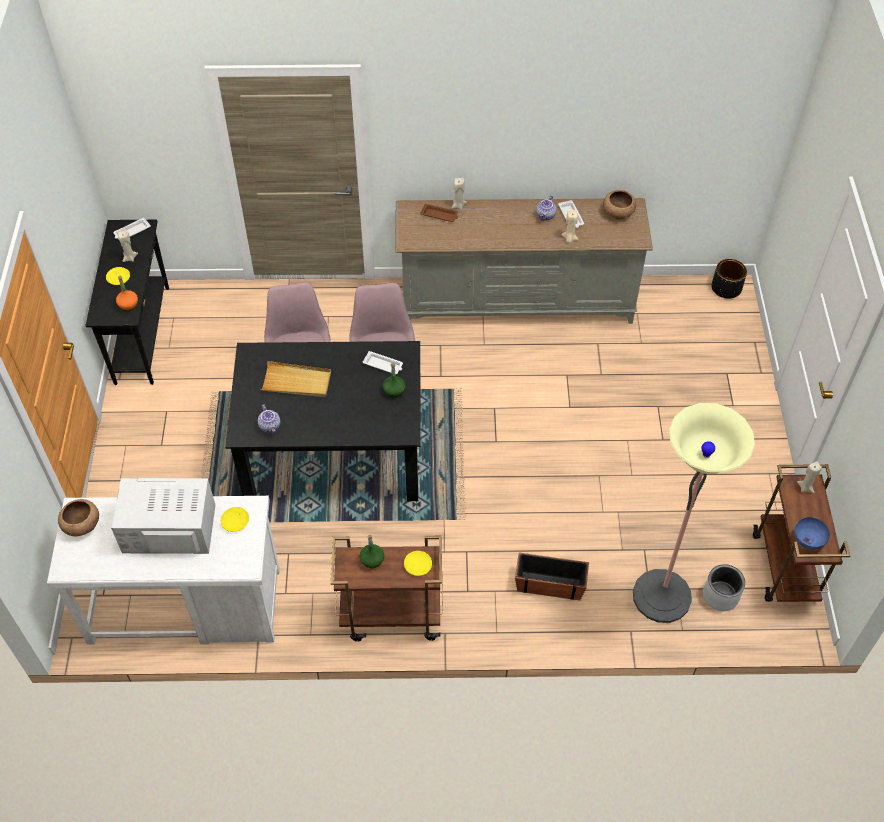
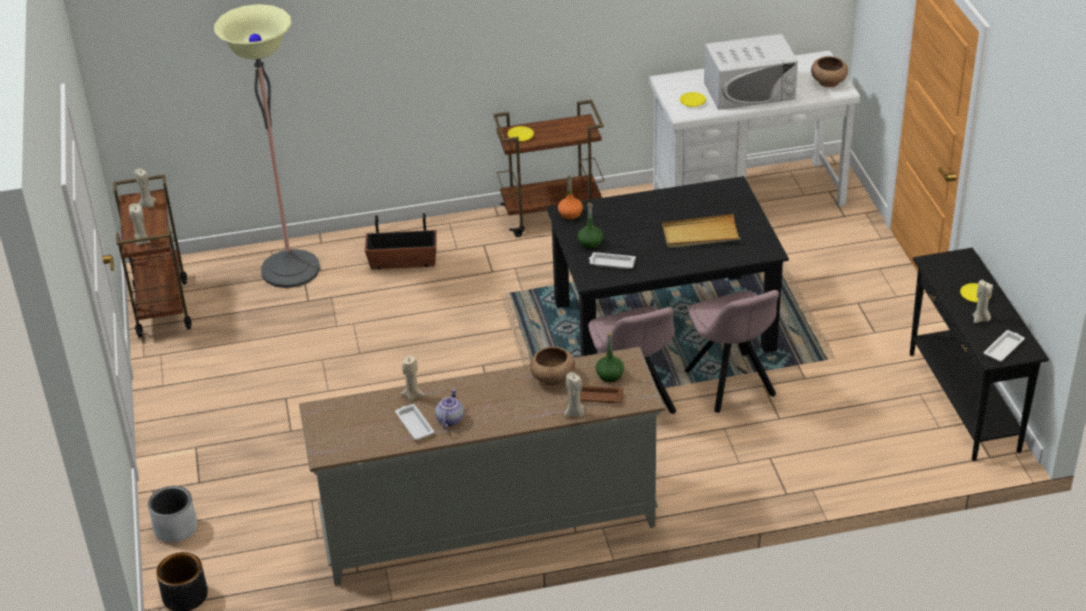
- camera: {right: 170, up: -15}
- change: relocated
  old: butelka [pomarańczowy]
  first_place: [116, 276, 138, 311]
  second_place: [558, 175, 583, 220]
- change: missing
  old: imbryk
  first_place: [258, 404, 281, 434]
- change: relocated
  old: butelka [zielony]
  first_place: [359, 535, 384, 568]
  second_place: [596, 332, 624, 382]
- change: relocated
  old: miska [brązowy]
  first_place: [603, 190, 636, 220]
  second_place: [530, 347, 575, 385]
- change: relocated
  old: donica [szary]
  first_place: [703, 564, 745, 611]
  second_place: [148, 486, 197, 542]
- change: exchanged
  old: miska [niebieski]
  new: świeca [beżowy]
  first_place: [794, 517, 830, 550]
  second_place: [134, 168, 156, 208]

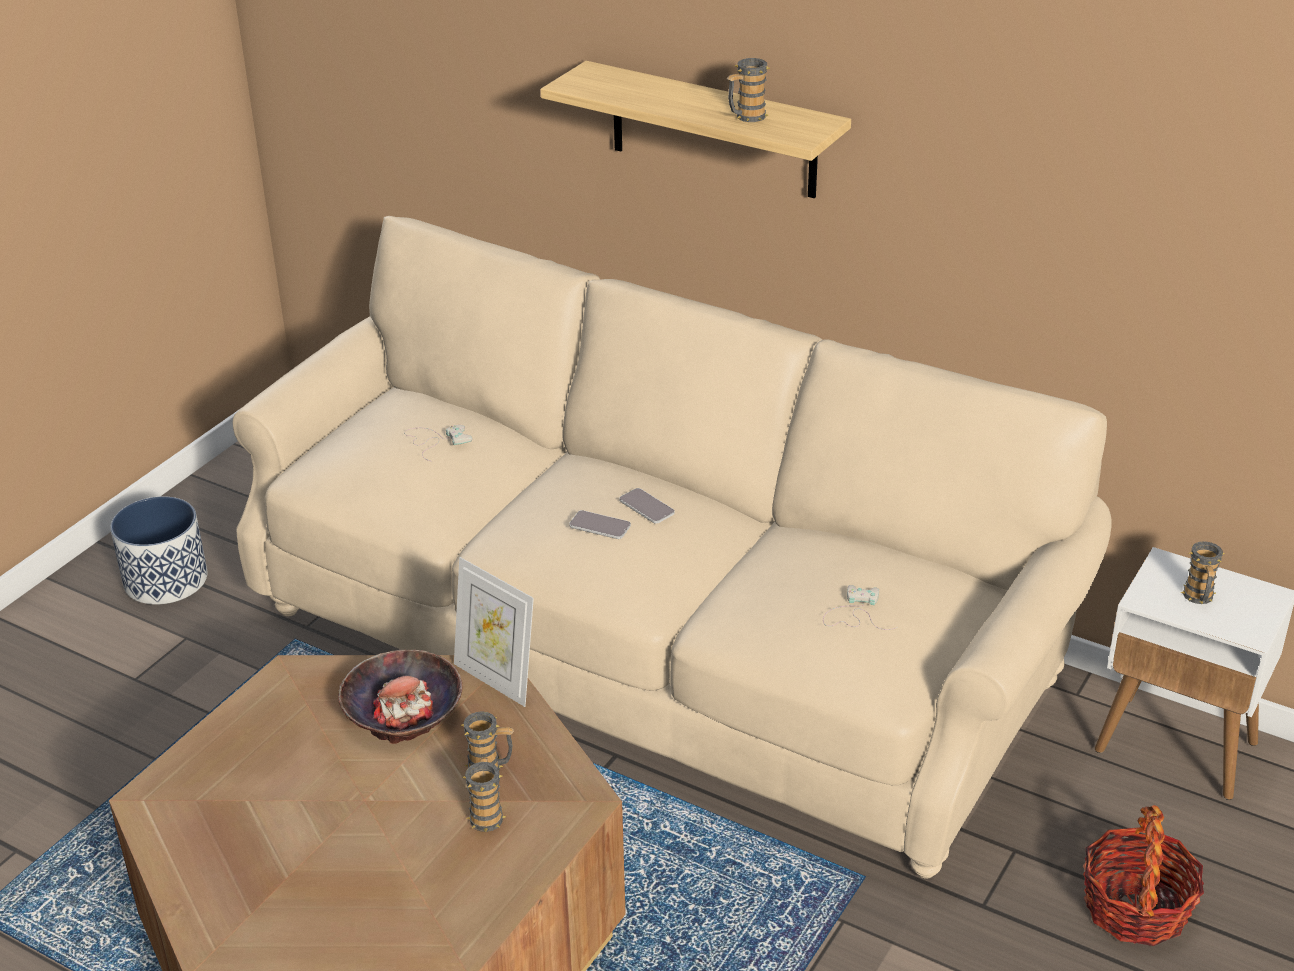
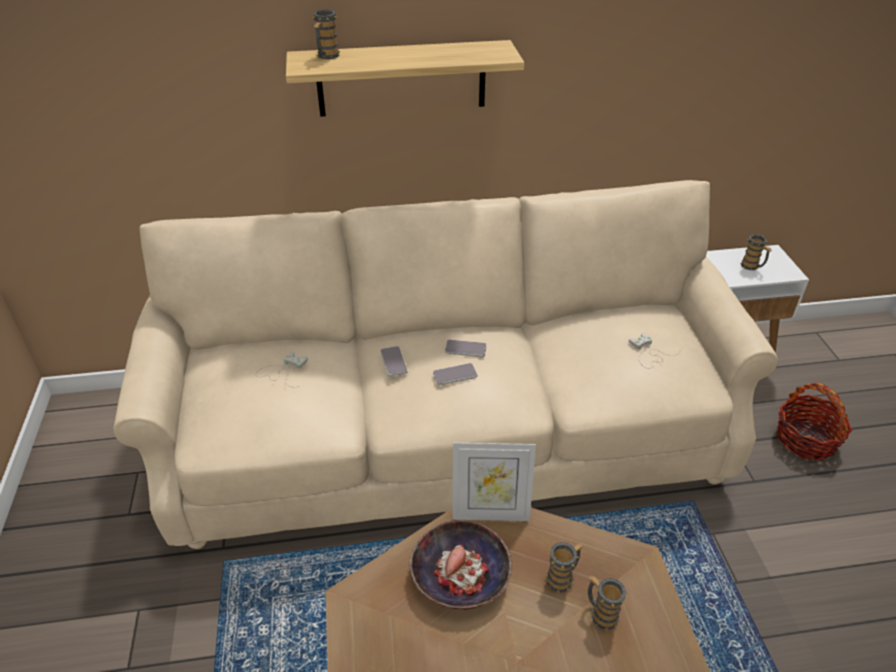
- camera: {right: -40, up: 5}
- change: missing
  old: donica
  first_place: [110, 496, 208, 604]
- change: relocated
  old: kubek
  first_place: [727, 58, 770, 122]
  second_place: [312, 9, 341, 59]
- change: appeared
  new: telefon
  second_place: [381, 346, 408, 376]

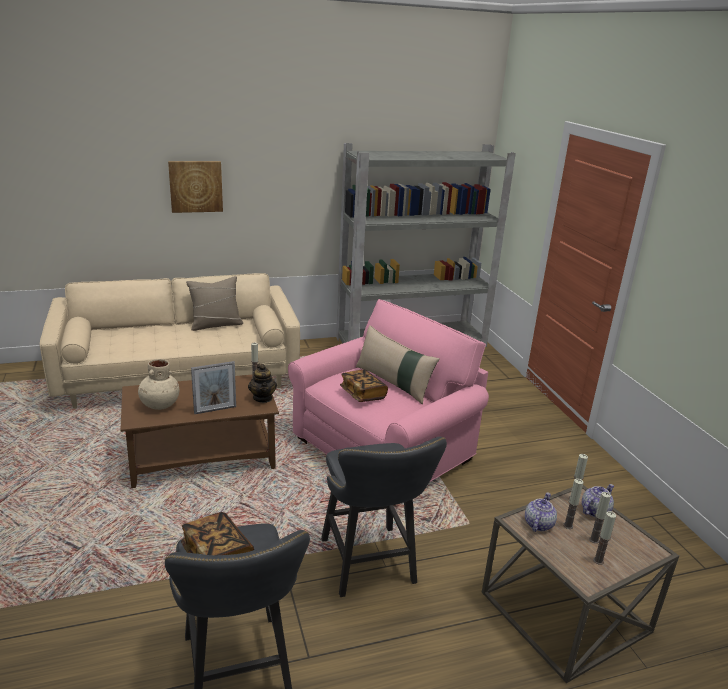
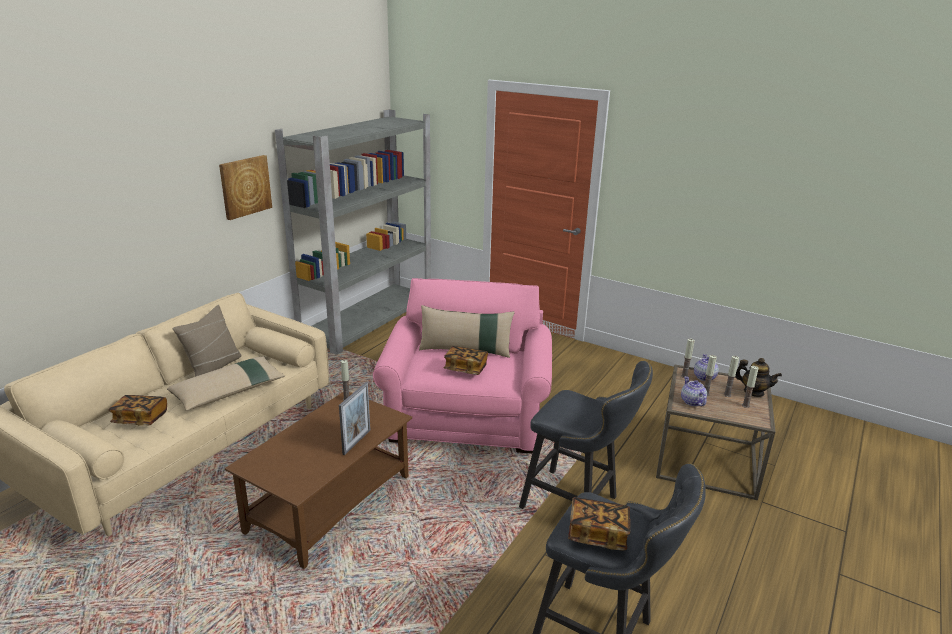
- camera: {right: -40, up: 0}
- change: missing
  old: wazon [beżowy]
  first_place: [138, 359, 179, 410]
- change: relocated
  old: obraz
  first_place: [168, 161, 223, 213]
  second_place: [219, 155, 272, 220]
- change: relocated
  old: imbryk
  first_place: [248, 364, 277, 403]
  second_place: [736, 358, 782, 397]
- change: appeared
  new: książka
  second_place: [108, 395, 167, 426]
- change: appeared
  new: poduszka [beżowy]
  second_place: [167, 357, 285, 411]

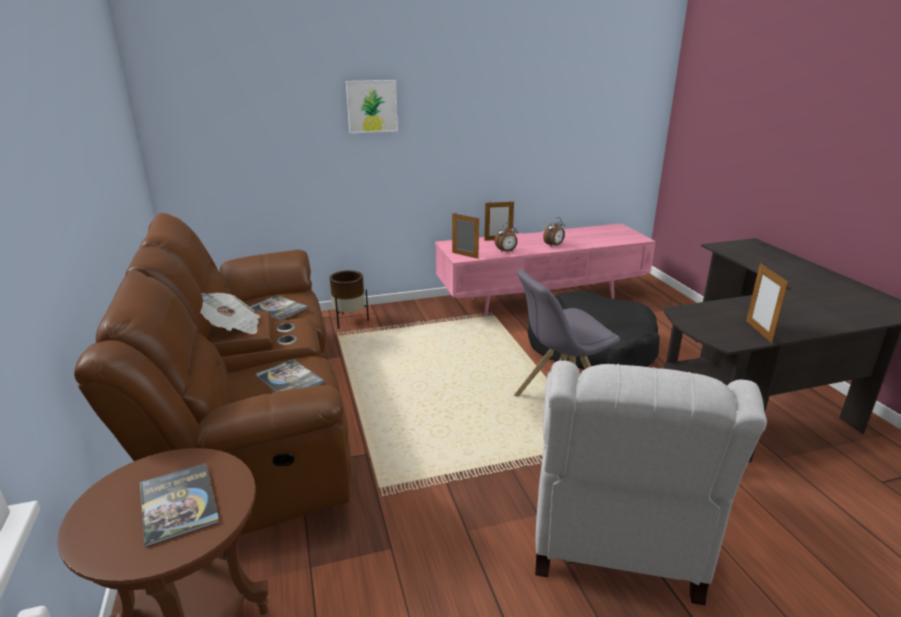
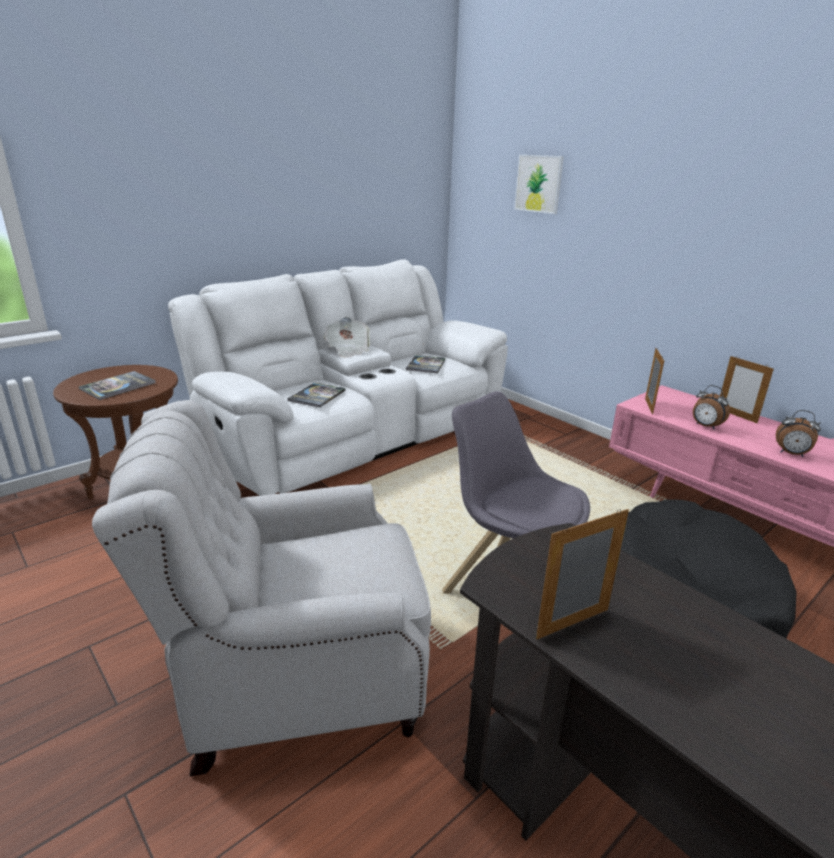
- camera: {right: 65, up: 0}
- change: colour
  old: kanapa [brązowy]
  new: kanapa [biały]
  first_place: [74, 213, 352, 536]
  second_place: [168, 259, 508, 496]
- change: missing
  old: donica [brązowy]
  first_place: [330, 270, 369, 329]
- change: relocated
  old: obraz
  first_place: [346, 80, 398, 134]
  second_place: [514, 155, 564, 214]

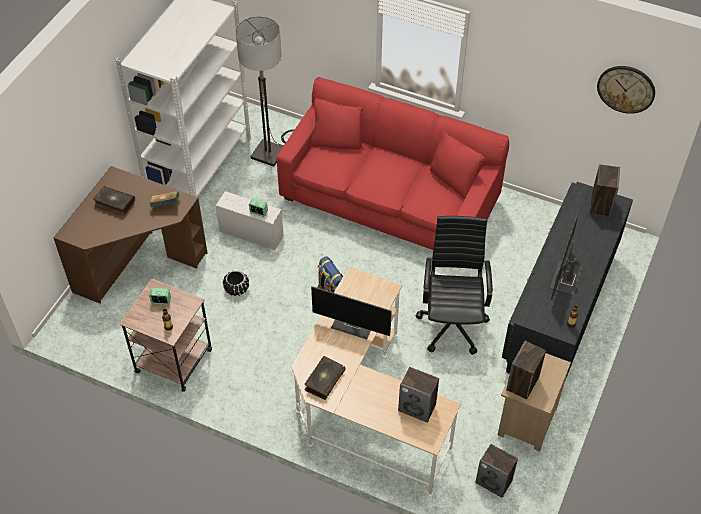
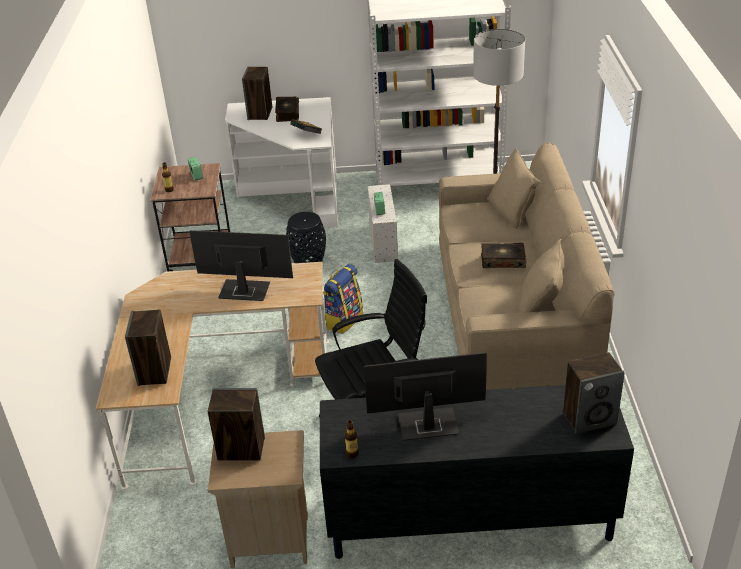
- camera: {right: 65, up: -15}
- change: colour
  old: biurko [brązowy]
  new: biurko [biały]
  first_place: [53, 166, 207, 303]
  second_place: [225, 97, 338, 228]
- change: exchanged
  old: donica [czarny]
  new: stołek [czarny]
  first_place: [223, 270, 249, 296]
  second_place: [286, 212, 326, 263]
- change: colour
  old: kanapa [czerwony]
  new: kanapa [beżowy]
  first_place: [277, 77, 509, 250]
  second_place: [439, 143, 615, 390]
- change: relocated
  old: książka
  first_place: [304, 356, 346, 400]
  second_place: [481, 243, 526, 268]
- change: spun
  old: monitor
  first_place: [311, 286, 391, 339]
  second_place: [190, 230, 293, 301]
  degrees: 105
- change: relocated
  old: głośnik
  first_place: [475, 444, 518, 498]
  second_place: [242, 66, 272, 120]
- change: missing
  old: zegar ścienny
  first_place: [597, 66, 655, 114]

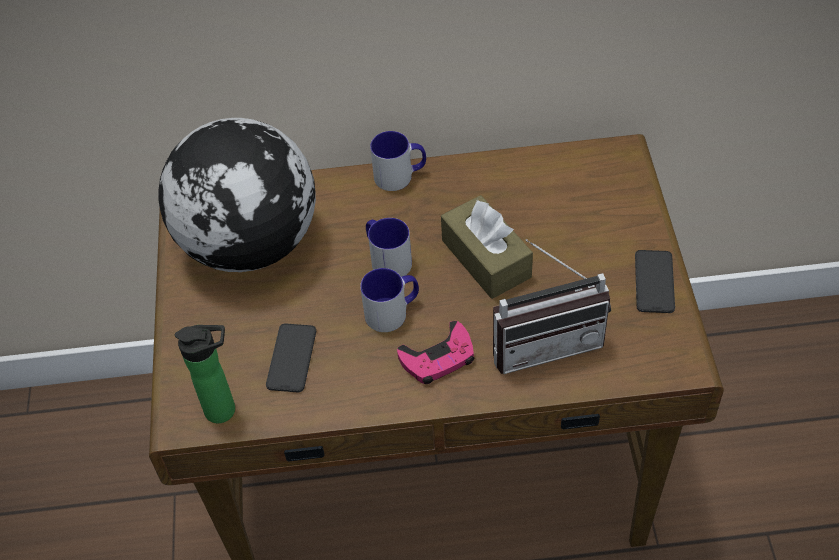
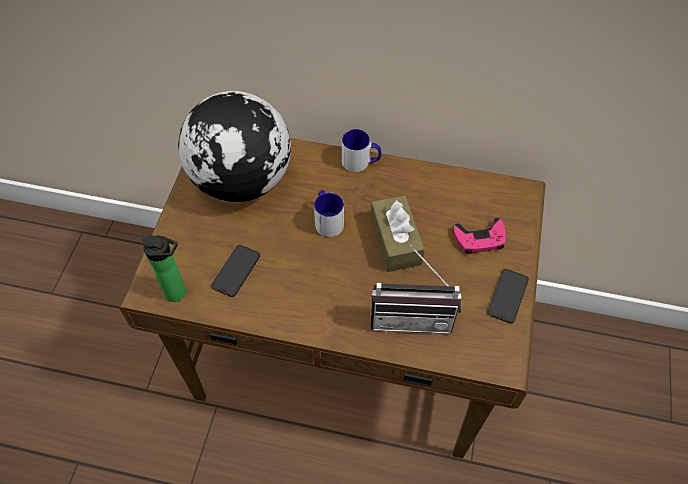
- camera: {right: 15, up: 5}
- change: missing
  old: kubek
  first_place: [360, 268, 419, 332]
- change: relocated
  old: pad do gier [różowy]
  first_place: [397, 321, 474, 384]
  second_place: [453, 218, 506, 254]

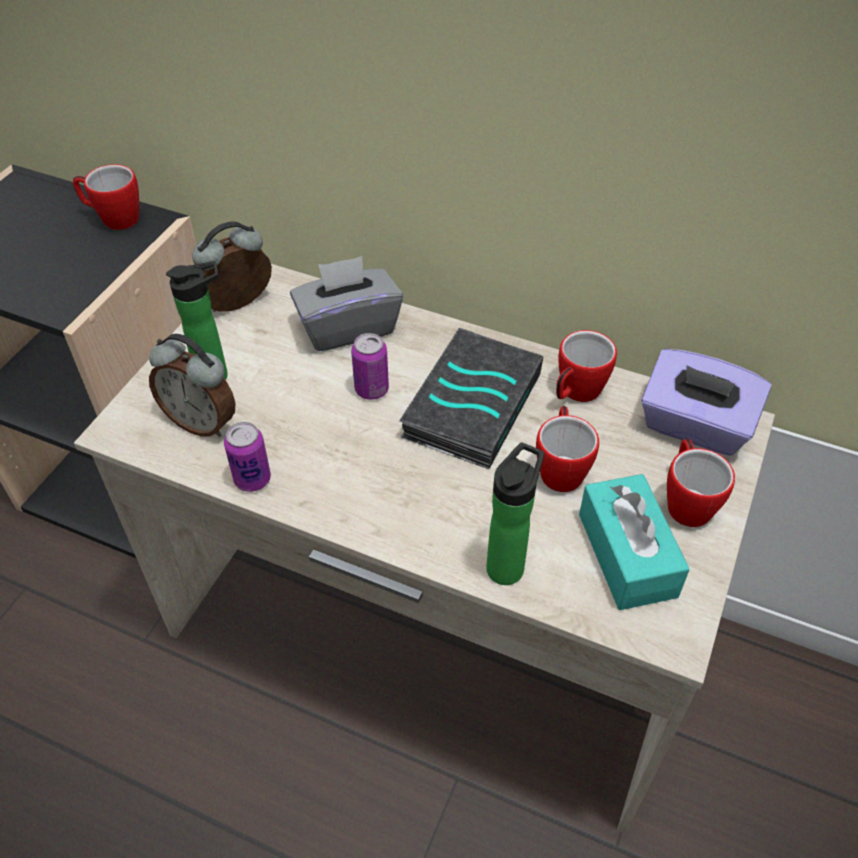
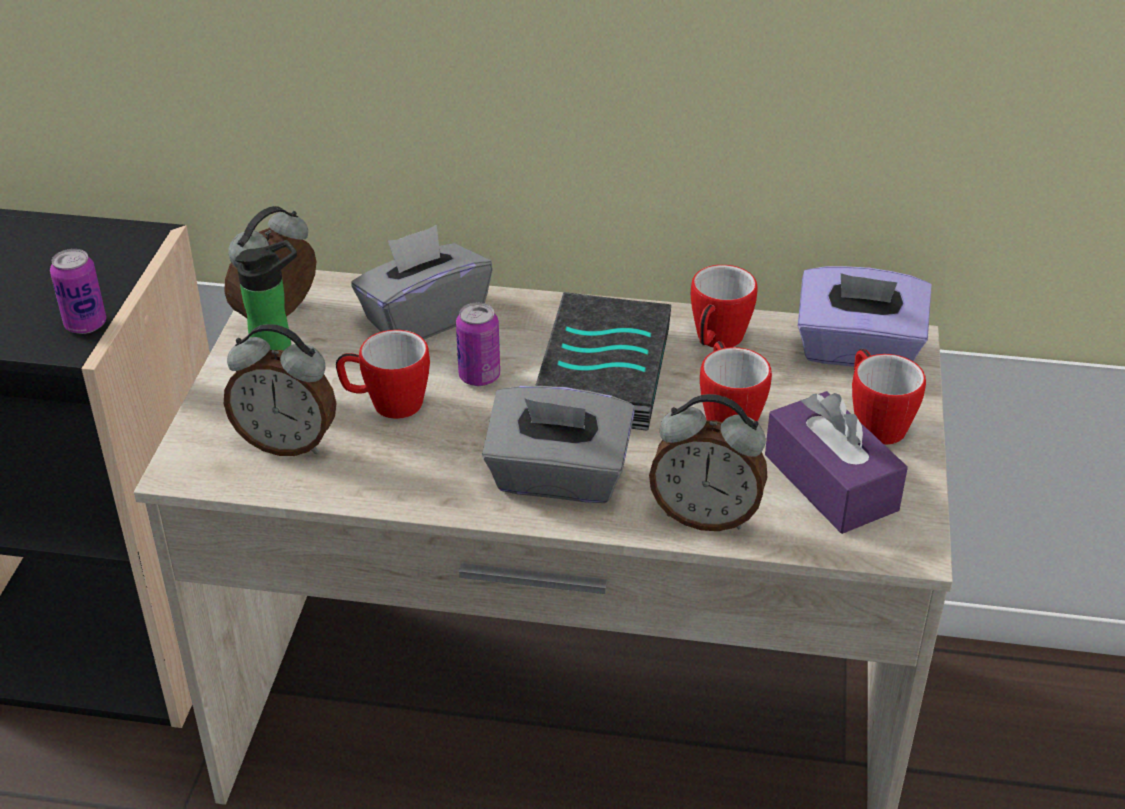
- camera: {right: -15, up: -10}
- change: relocated
  old: kubek
  first_place: [73, 164, 139, 230]
  second_place: [336, 330, 430, 419]
- change: relocated
  old: puszka
  first_place: [224, 422, 271, 492]
  second_place: [50, 249, 106, 334]
- change: exchanged
  old: butelka
  new: budzik
  first_place: [486, 443, 544, 585]
  second_place: [649, 394, 767, 531]
- change: colour
  old: pudełko chusteczek [turkusowy]
  new: pudełko chusteczek [fioletowy]
  first_place: [579, 474, 690, 610]
  second_place: [765, 391, 908, 534]
- change: appeared
  new: pudełko chusteczek [szary]
  second_place: [482, 386, 635, 503]

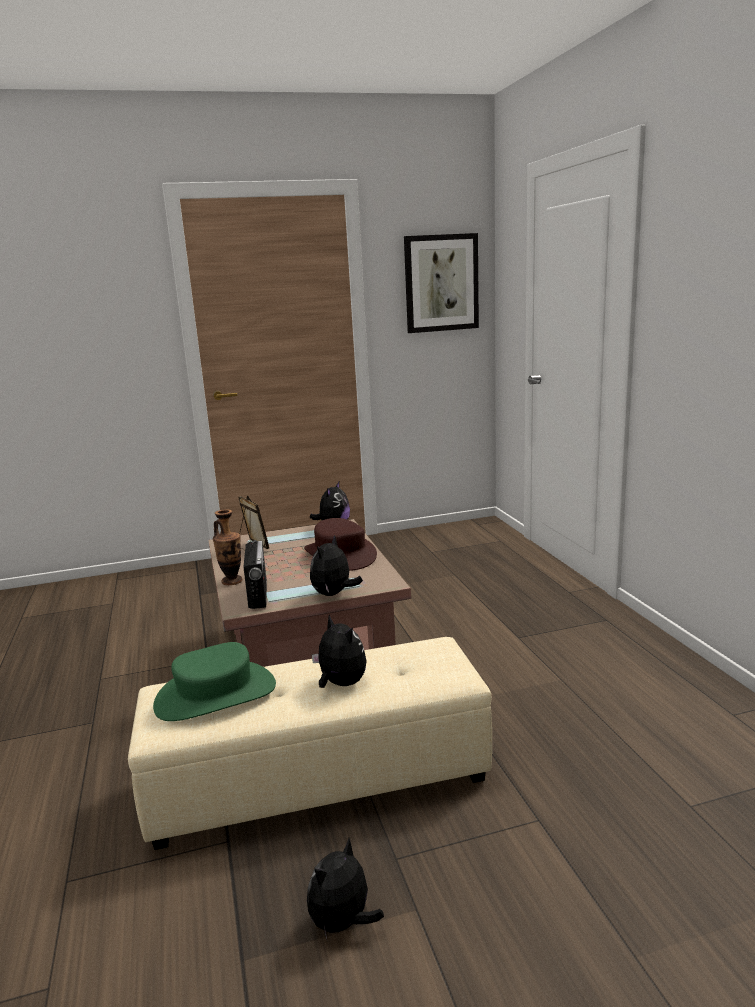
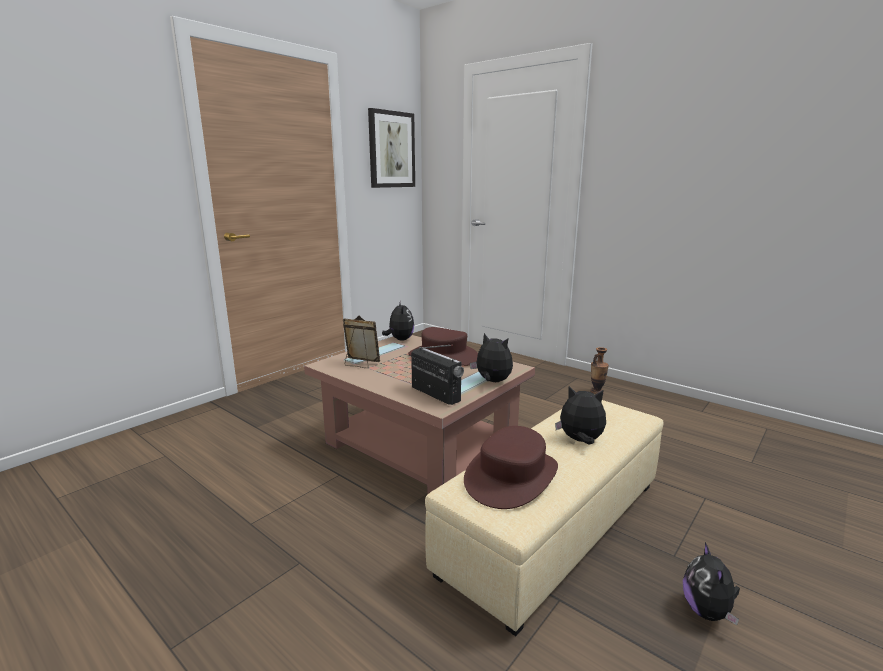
- camera: {right: -35, up: 0}
- change: colour
  old: kapelusz [zielony]
  new: kapelusz [brązowy]
  first_place: [153, 642, 276, 721]
  second_place: [464, 426, 558, 509]
- change: relocated
  old: wazon
  first_place: [213, 509, 242, 585]
  second_place: [590, 347, 609, 394]
- change: spun
  old: pluszak
  first_place: [310, 535, 363, 596]
  second_place: [470, 333, 513, 382]
  degrees: 135

